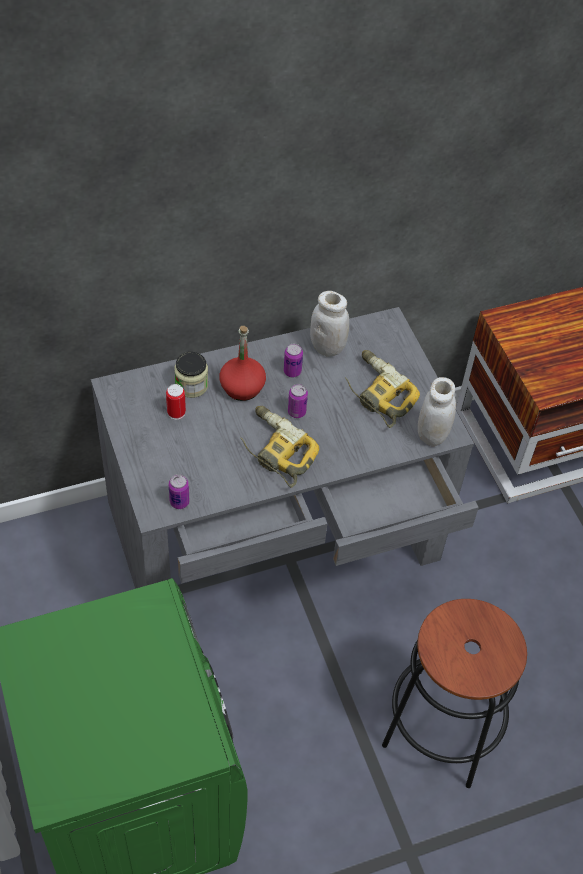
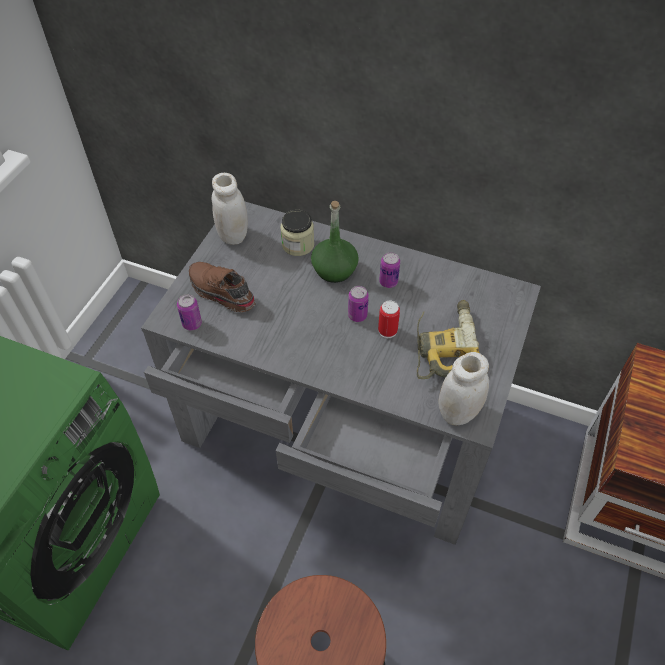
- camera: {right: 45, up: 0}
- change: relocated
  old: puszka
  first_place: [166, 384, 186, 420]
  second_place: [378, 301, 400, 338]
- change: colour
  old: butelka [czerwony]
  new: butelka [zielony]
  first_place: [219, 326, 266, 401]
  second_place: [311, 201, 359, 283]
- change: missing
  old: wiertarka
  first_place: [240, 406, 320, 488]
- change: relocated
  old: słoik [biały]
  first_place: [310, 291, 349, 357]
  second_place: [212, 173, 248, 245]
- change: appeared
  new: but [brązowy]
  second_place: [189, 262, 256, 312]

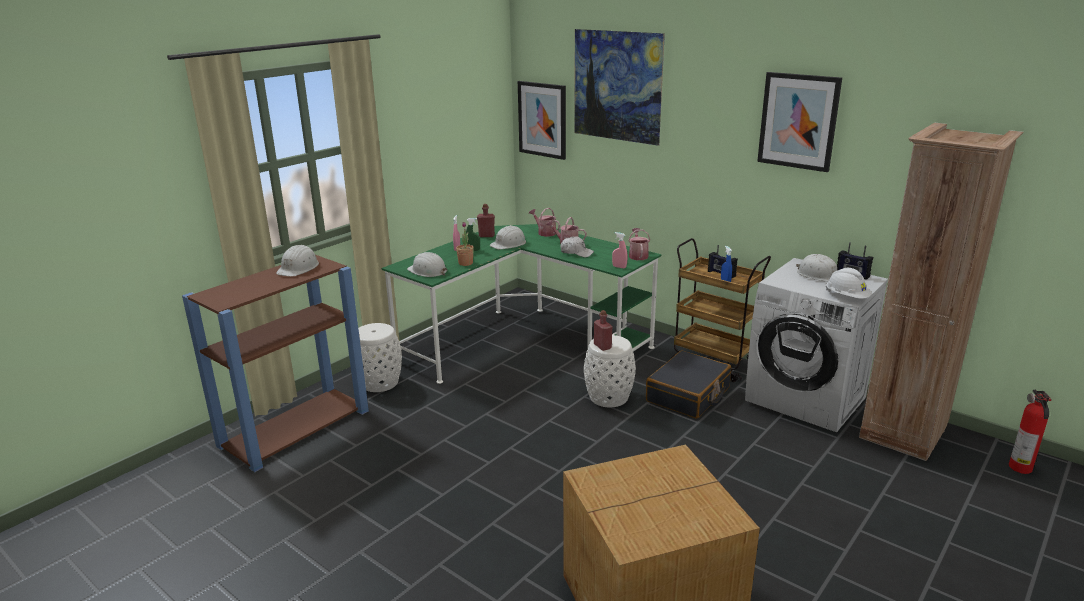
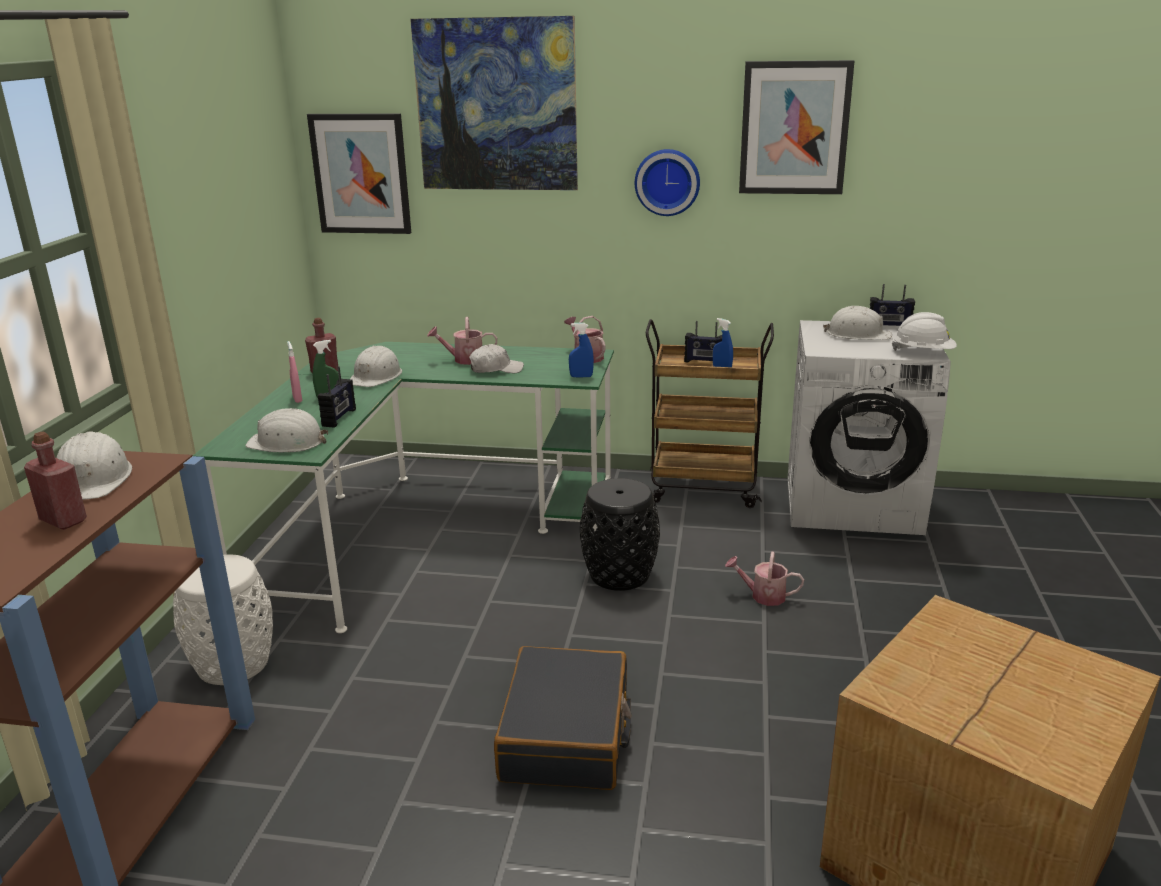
- camera: {right: -30, up: 0}
- change: exchanged
  old: roślina doniczkowa
  new: radio
  first_place: [456, 222, 474, 266]
  second_place: [318, 366, 356, 428]
- change: relocated
  old: konewka
  first_place: [529, 208, 560, 237]
  second_place: [725, 552, 804, 606]
- change: colour
  old: stołek [biały]
  new: stołek [czarny]
  first_place: [584, 335, 636, 407]
  second_place: [580, 478, 660, 591]
- change: relocated
  old: butelka [czerwony]
  first_place: [594, 310, 612, 351]
  second_place: [24, 432, 87, 530]
- change: colour
  old: spryskiwacz [różowy]
  new: spryskiwacz [niebieski]
  first_place: [612, 232, 627, 269]
  second_place: [569, 323, 594, 378]
- change: relocated
  old: walizka [czarny]
  first_place: [646, 350, 731, 418]
  second_place: [494, 646, 631, 790]
- change: missing
  old: szafka [brązowy]
  first_place: [859, 123, 1024, 461]
- change: missing
  old: gaśnica
  first_place: [1009, 390, 1052, 474]
- change: appeared
  new: zegar ścienny
  second_place: [635, 149, 700, 216]

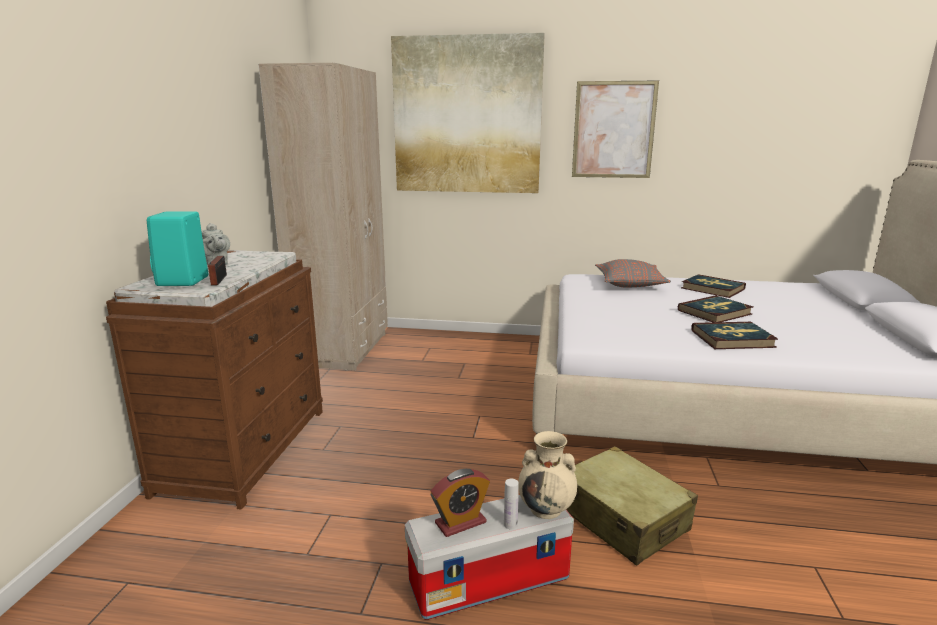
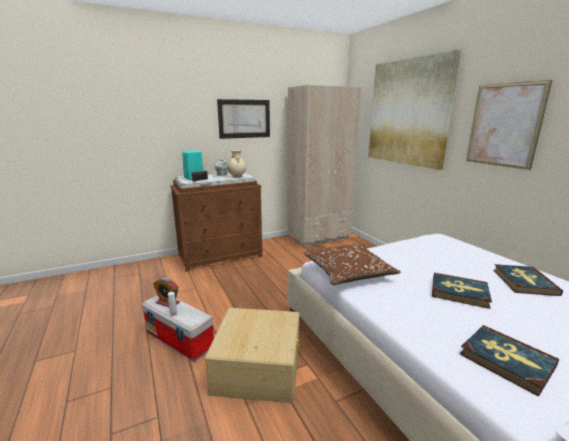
- camera: {right: 55, up: 0}
- change: relocated
  old: wazon [beżowy]
  first_place: [518, 431, 577, 519]
  second_place: [227, 150, 246, 177]
- change: exchanged
  old: walizka [beżowy]
  new: pojemnik do przechowywania [beżowy]
  first_place: [566, 446, 698, 566]
  second_place: [205, 308, 300, 403]
- change: missing
  old: poduszka [szary]
  first_place: [595, 259, 671, 288]
- change: relocated
  old: książka
  first_place: [691, 322, 778, 349]
  second_place: [460, 325, 559, 397]
- change: appeared
  new: obraz
  second_place: [217, 99, 270, 139]
- change: appeared
  new: poduszka [brązowy]
  second_place: [303, 244, 401, 285]

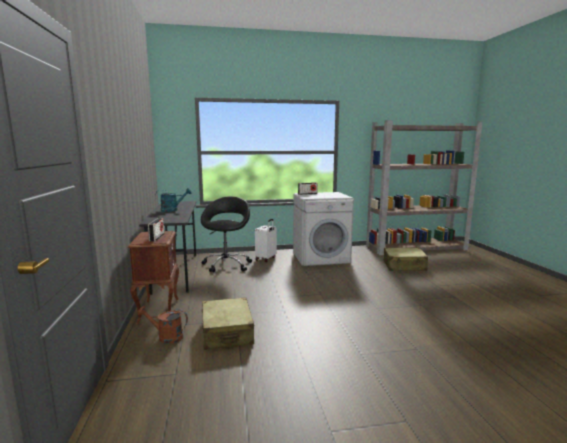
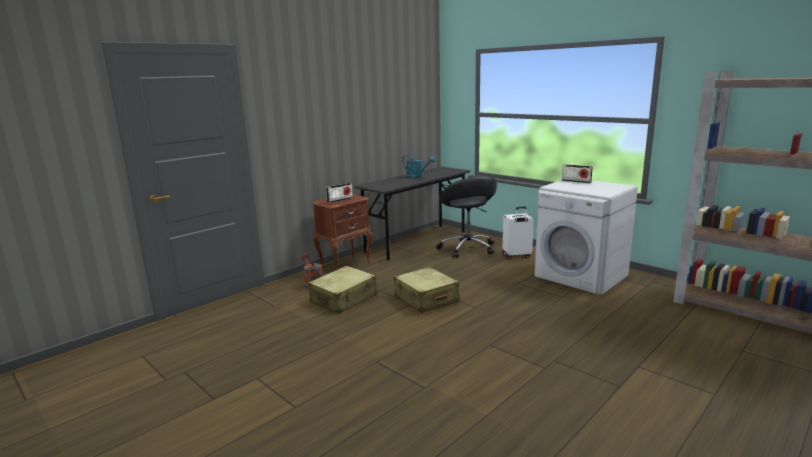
- camera: {right: 55, up: 5}
- change: spun
  old: krzesło biurowe [czarny]
  first_place: [201, 196, 252, 272]
  second_place: [436, 176, 497, 258]
  degrees: 90
- change: relocated
  old: walizka [beżowy]
  first_place: [384, 247, 428, 271]
  second_place: [394, 267, 460, 313]

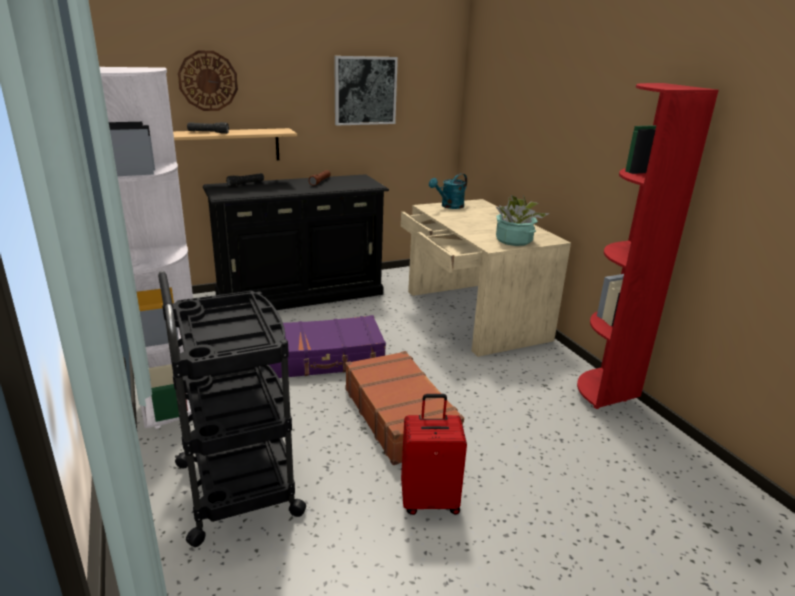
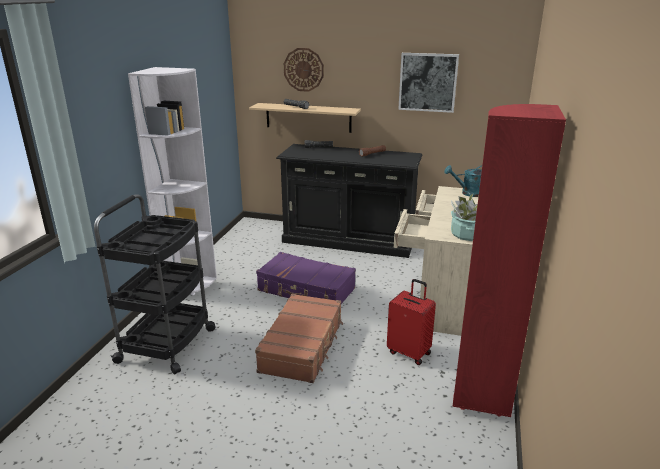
- camera: {right: 40, up: 0}
- change: relocated
  old: walizka [czerwony]
  first_place: [401, 394, 467, 515]
  second_place: [387, 279, 436, 365]

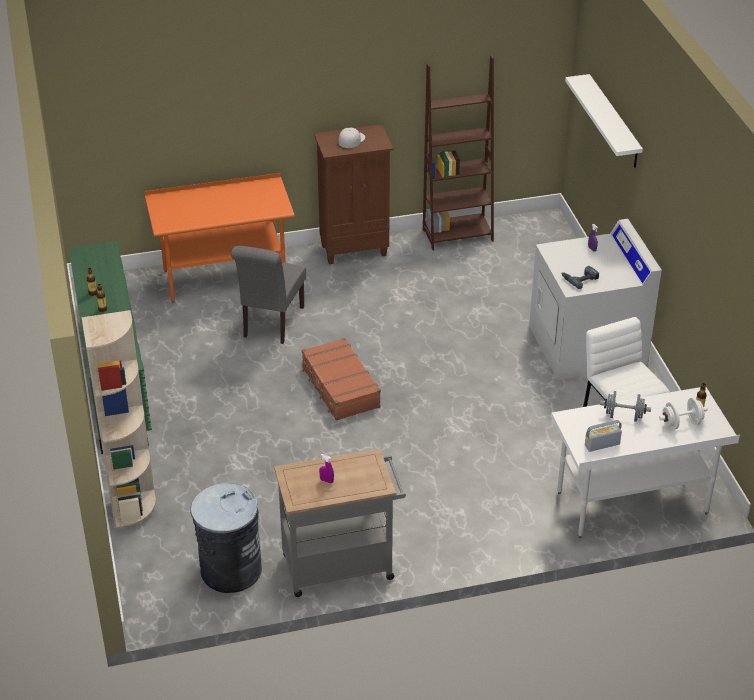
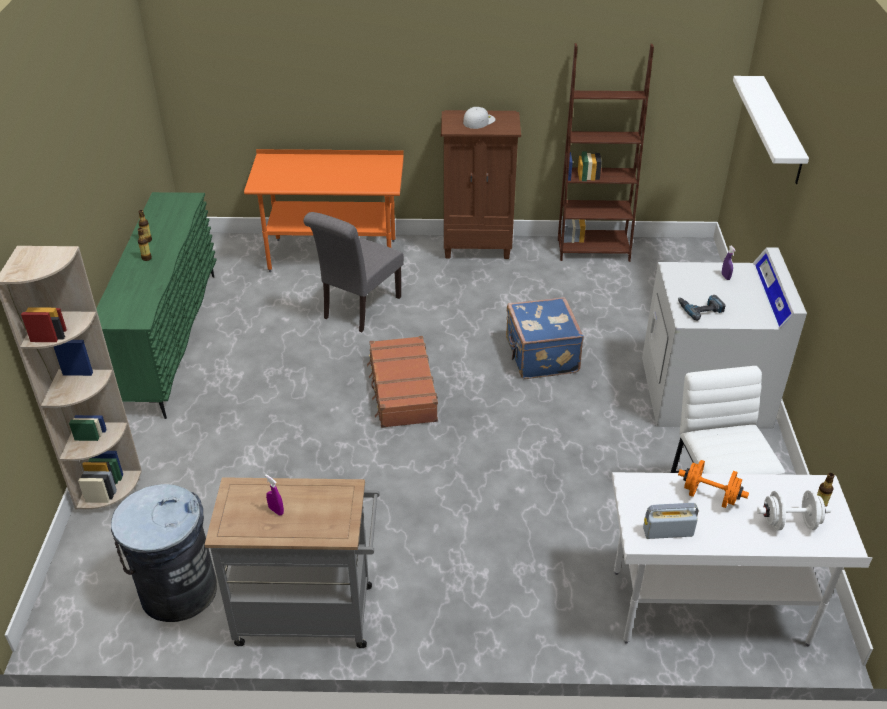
- camera: {right: 15, up: 0}
- change: colour
  old: hantel [szary]
  new: hantel [pomarańczowy]
  first_place: [600, 391, 651, 422]
  second_place: [678, 460, 749, 508]
- change: appeared
  new: walizka [niebieski]
  second_place: [506, 297, 584, 379]

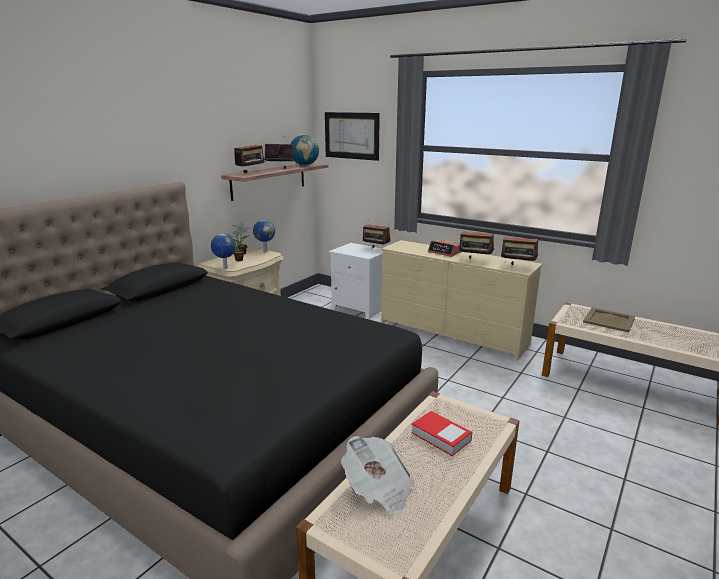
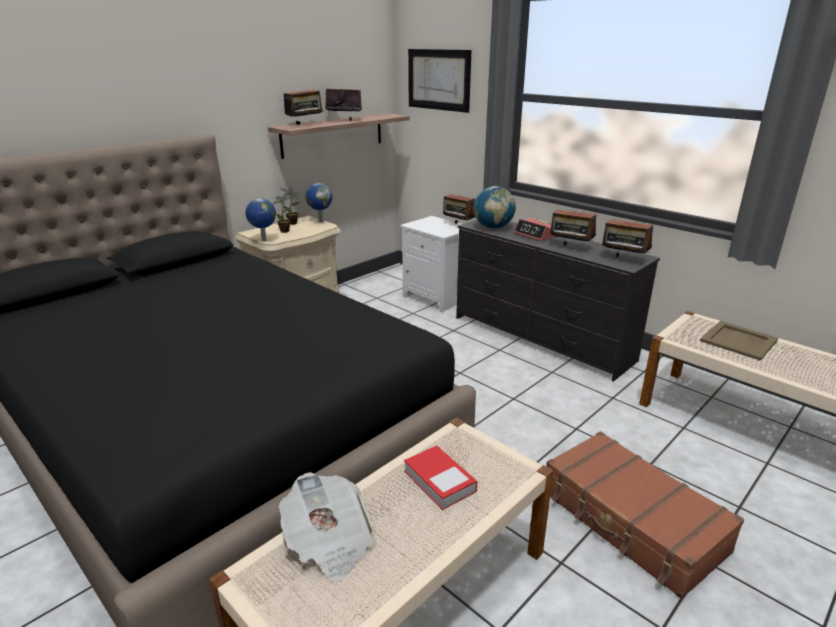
- camera: {right: 10, up: 5}
- change: relocated
  old: globus
  first_place: [291, 135, 319, 166]
  second_place: [473, 186, 516, 229]
- change: colour
  old: komoda [beżowy]
  new: komoda [czarny]
  first_place: [381, 240, 543, 361]
  second_place: [456, 220, 660, 382]
- change: appeared
  new: walizka [brązowy]
  second_place: [546, 431, 744, 599]

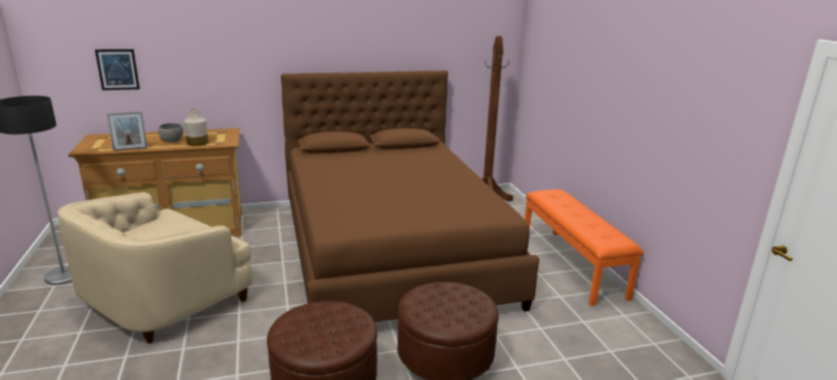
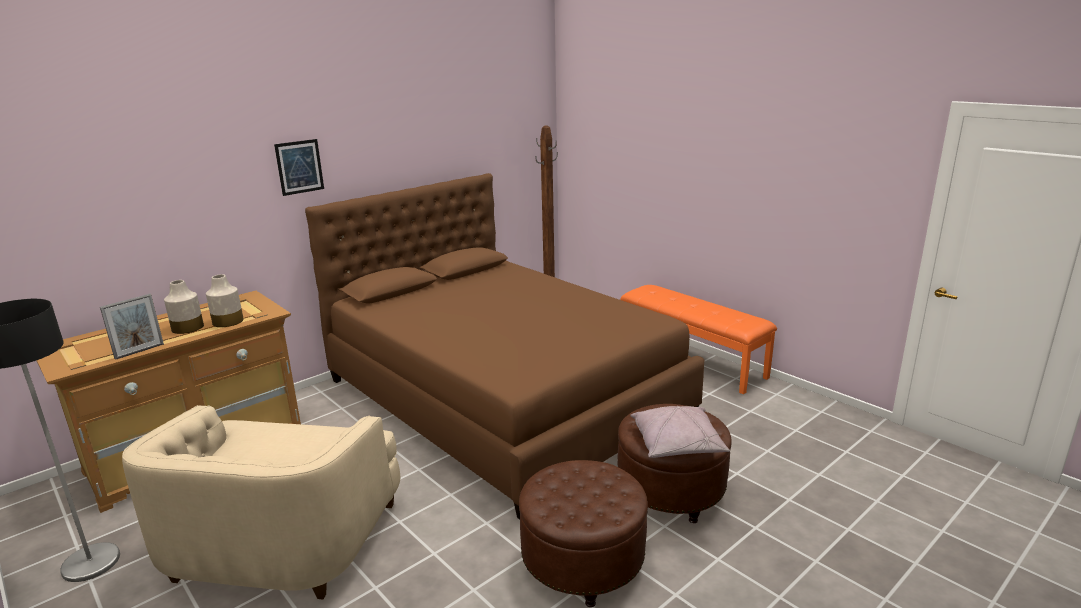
- camera: {right: -25, up: 0}
- change: relocated
  old: obraz
  first_place: [95, 49, 140, 90]
  second_place: [274, 139, 324, 196]
- change: exchanged
  old: miska [szary]
  new: wazon [beżowy]
  first_place: [158, 123, 183, 143]
  second_place: [164, 280, 204, 334]
- change: appeared
  new: poduszka [fioletowy]
  second_place: [630, 406, 730, 458]

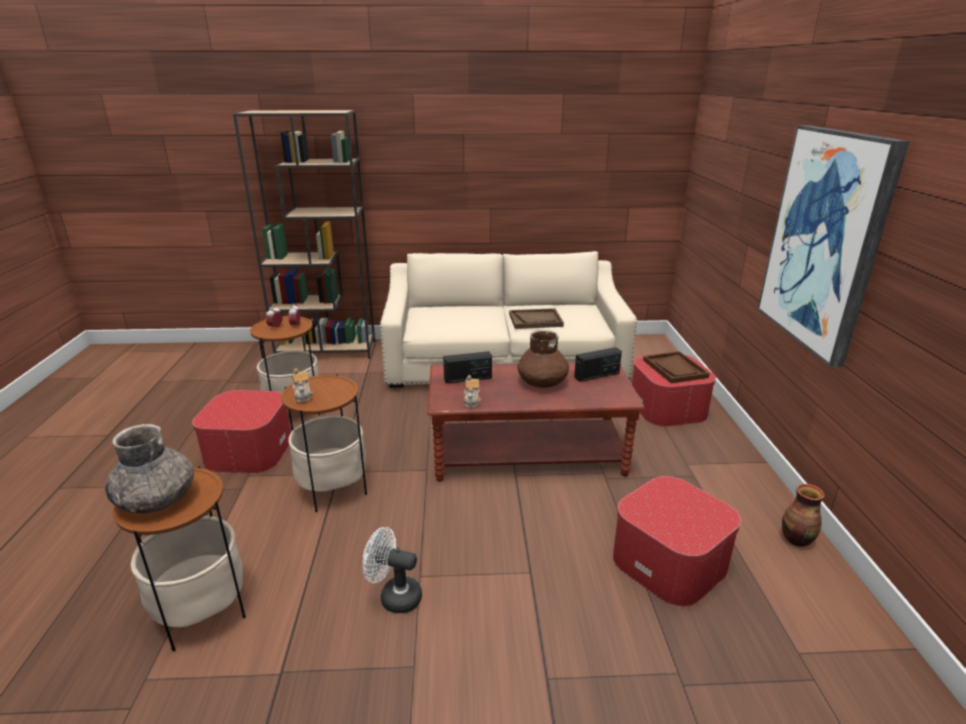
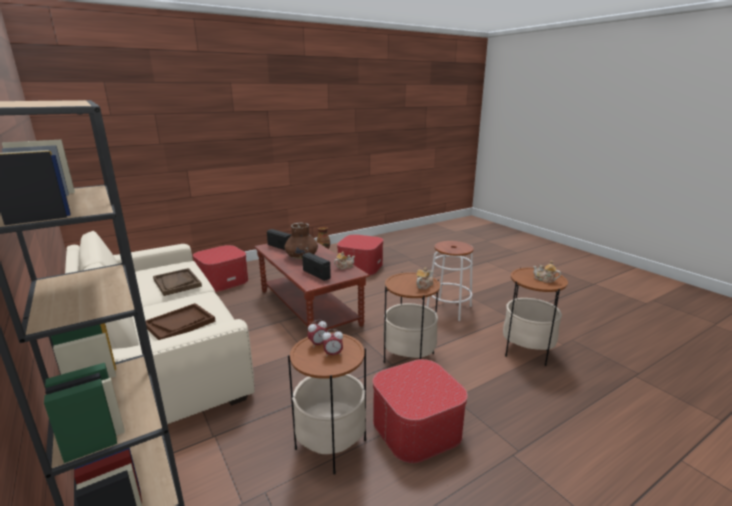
- camera: {right: -120, up: -5}
- change: exchanged
  old: wazon [szary]
  new: imbryk
  first_place: [105, 424, 194, 514]
  second_place: [533, 260, 561, 283]
- change: exchanged
  old: wentylator [biały]
  new: stołek [biały]
  first_place: [363, 527, 422, 613]
  second_place: [426, 241, 474, 321]
- change: relocated
  old: taca [brązowy]
  first_place: [643, 351, 710, 384]
  second_place: [146, 303, 215, 340]
- change: missing
  old: obraz
  first_place: [757, 125, 909, 367]

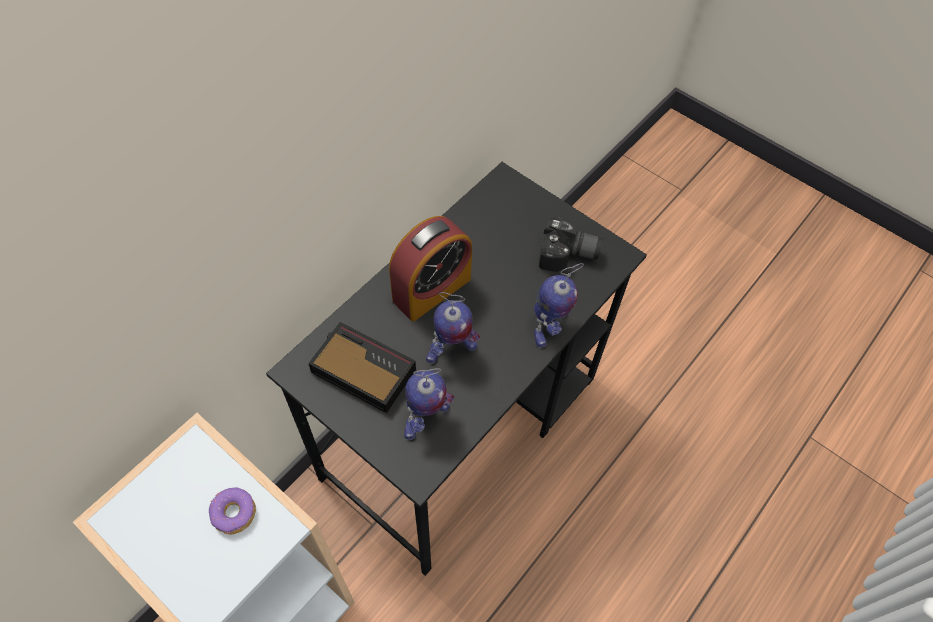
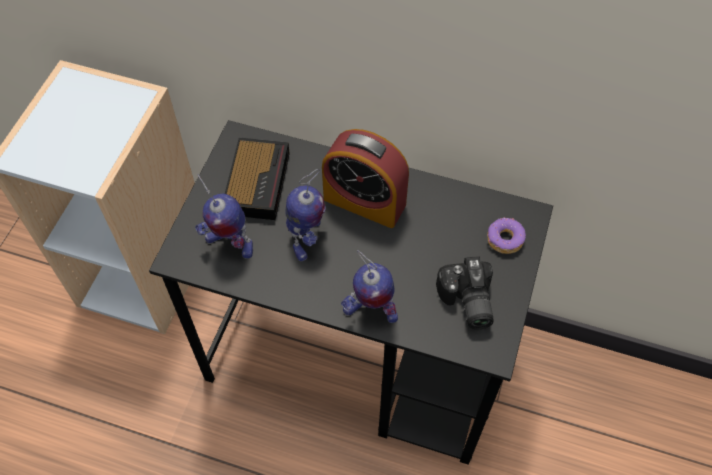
- camera: {right: 70, up: 0}
- change: relocated
  old: donut
  first_place: [208, 487, 256, 535]
  second_place: [487, 217, 526, 254]
- change: spun
  old: robot zabawkowy
  first_place: [426, 292, 480, 364]
  second_place: [285, 169, 326, 261]
  degrees: -120

